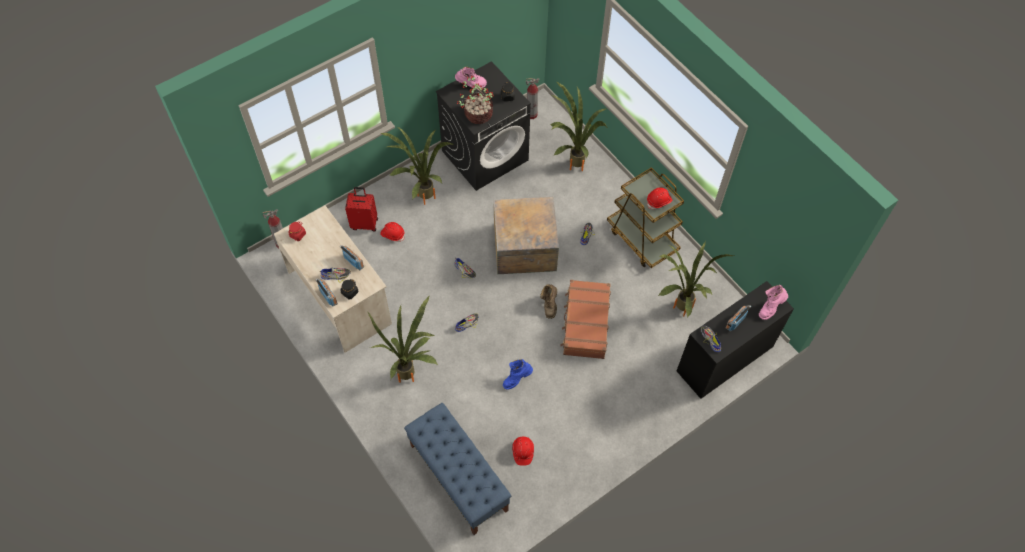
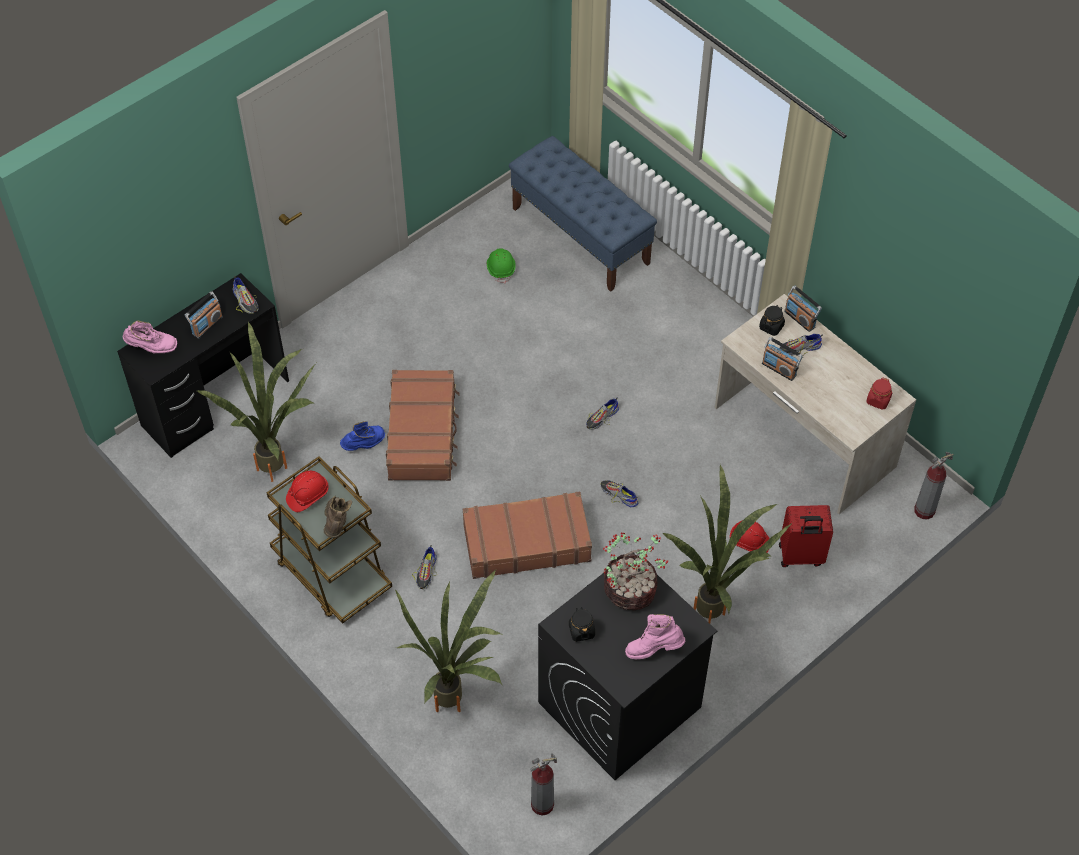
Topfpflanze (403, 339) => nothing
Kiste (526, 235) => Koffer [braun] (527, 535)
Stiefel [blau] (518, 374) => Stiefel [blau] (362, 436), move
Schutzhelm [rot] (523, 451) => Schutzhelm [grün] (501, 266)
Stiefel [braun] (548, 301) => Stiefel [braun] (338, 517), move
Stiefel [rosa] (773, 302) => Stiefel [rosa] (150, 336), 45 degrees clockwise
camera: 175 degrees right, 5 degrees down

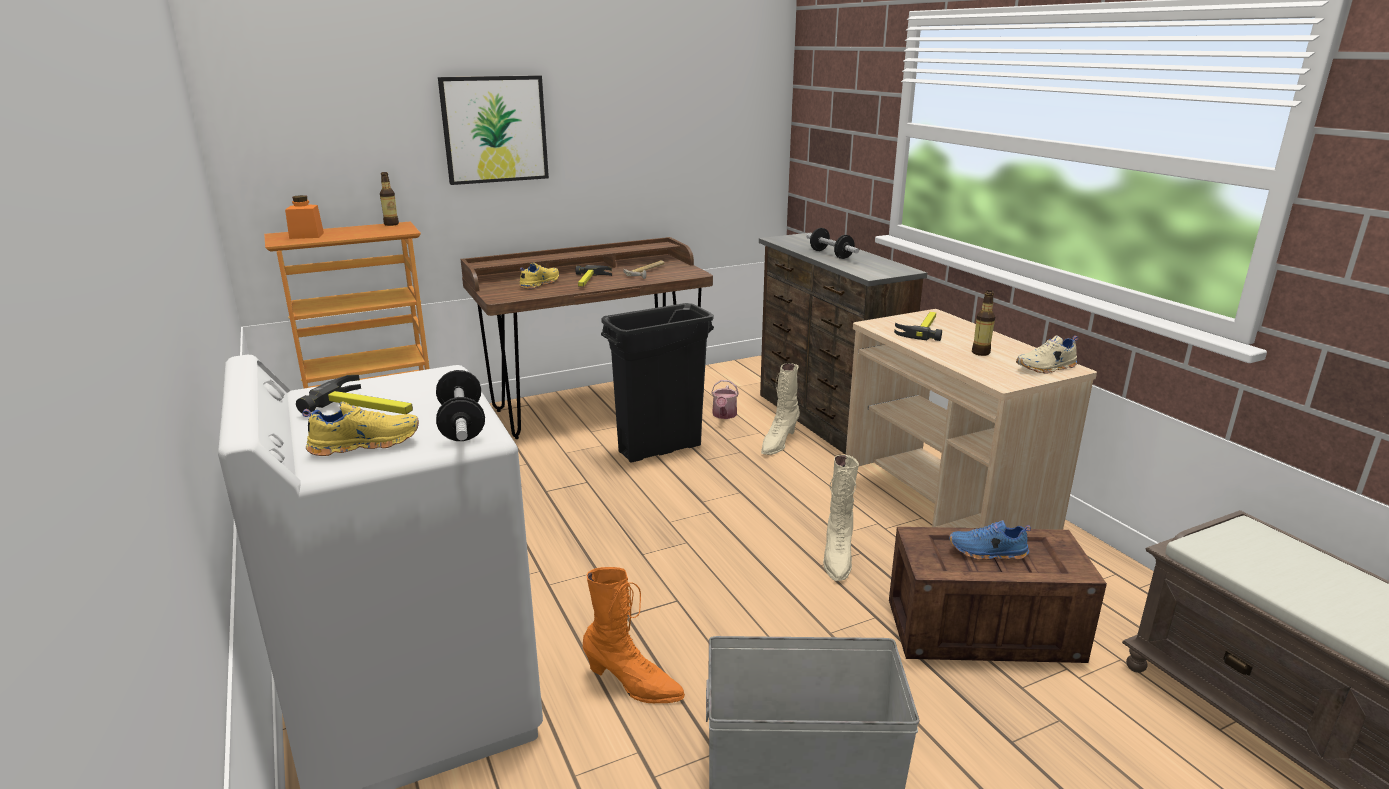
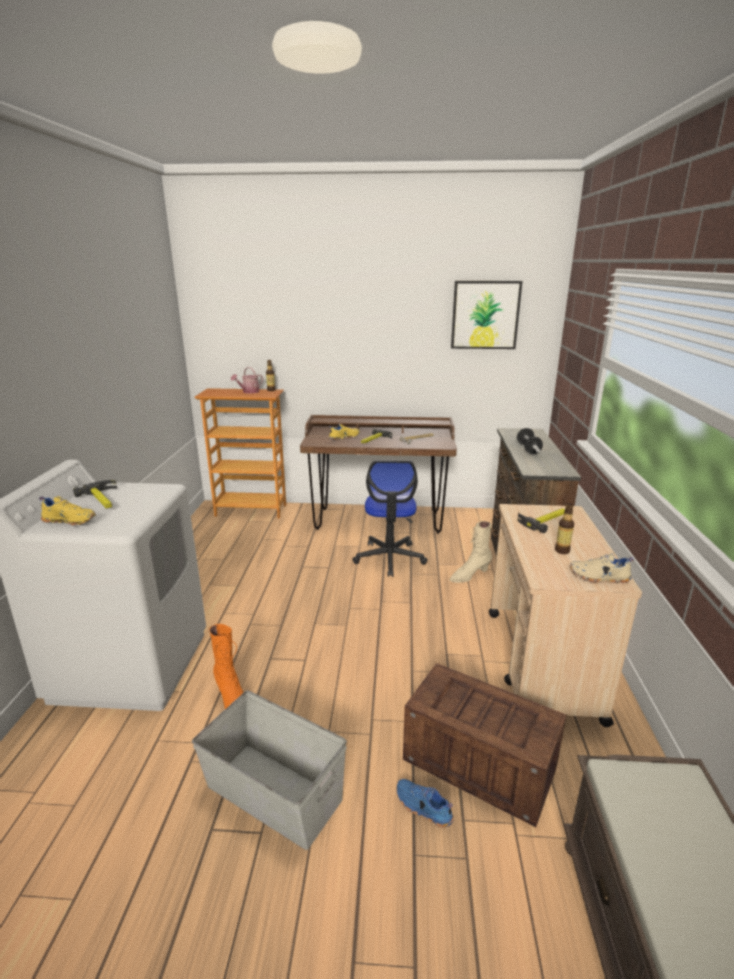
Vorratsglas [orange] (304, 217) => nothing
Hantel (460, 405) => nothing
Bild (493, 130) => Bild (487, 315), move
Mülleimer [schwarz] (657, 383) => Bürostuhl (390, 519)
Gießkanne (725, 399) => Gießkanne (247, 380), move
Stiefel [beige] (841, 518) => nothing
Schuh [blau] (990, 540) => Schuh [blau] (425, 803), move
camera: 30 degrees right, 0 degrees up

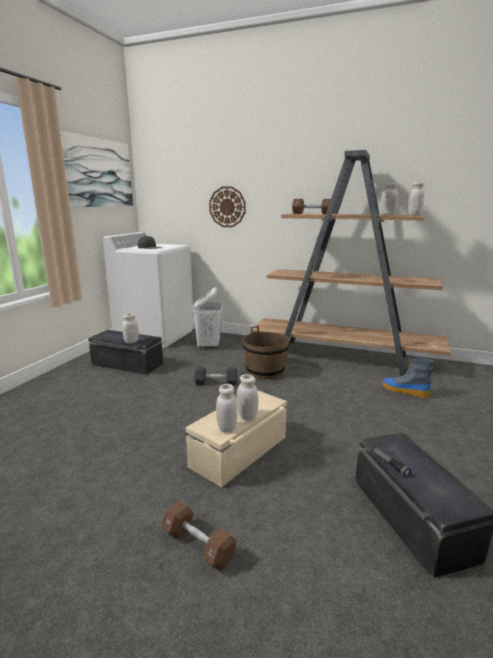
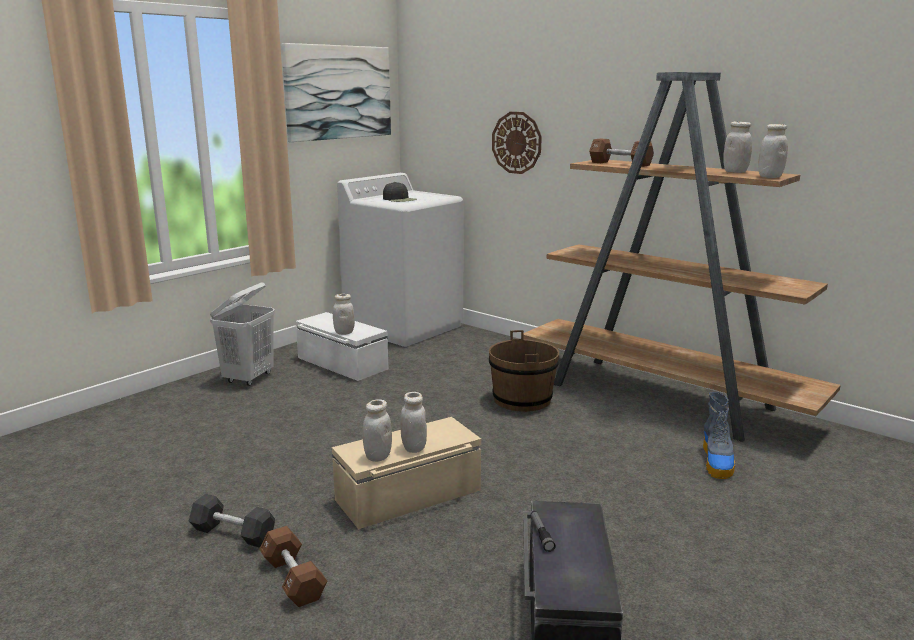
Aufbewahrungsbox [schwarz] (125, 352) => Aufbewahrungsbox [weiß] (342, 346)
Wäschekorb [weiß] (208, 318) => Wäschekorb [weiß] (242, 334), move
Hantel [schwarz] (215, 376) => Hantel [schwarz] (232, 521), move
Stiefel (408, 377) => Stiefel (719, 435), 135 degrees counterclockwise
camera: 20 degrees right, 0 degrees up

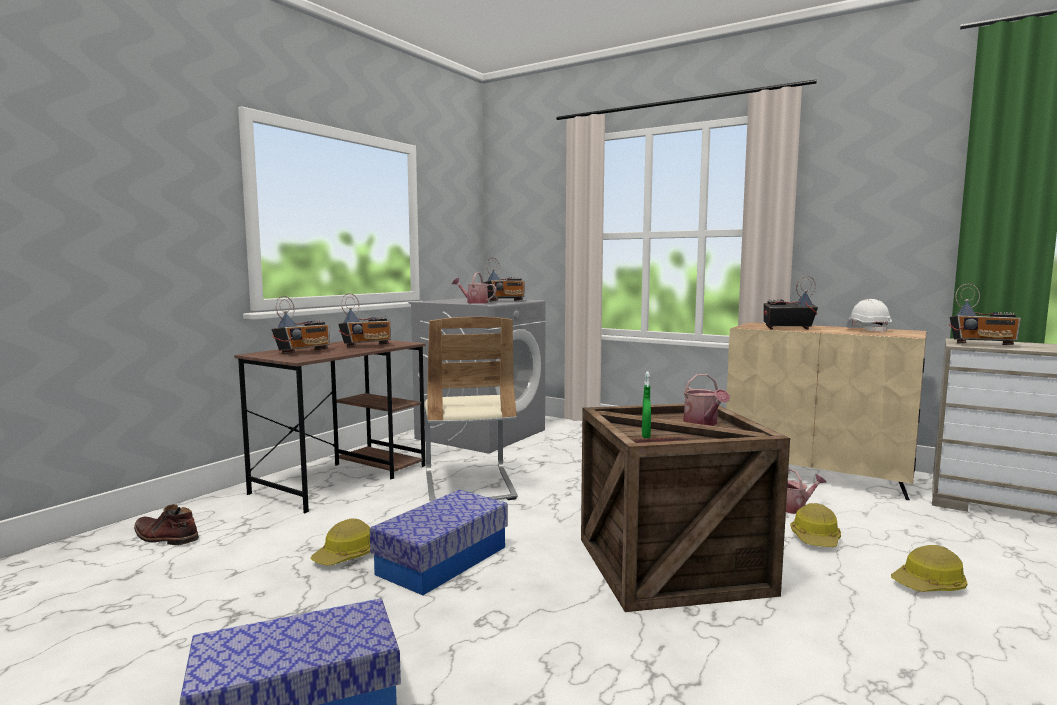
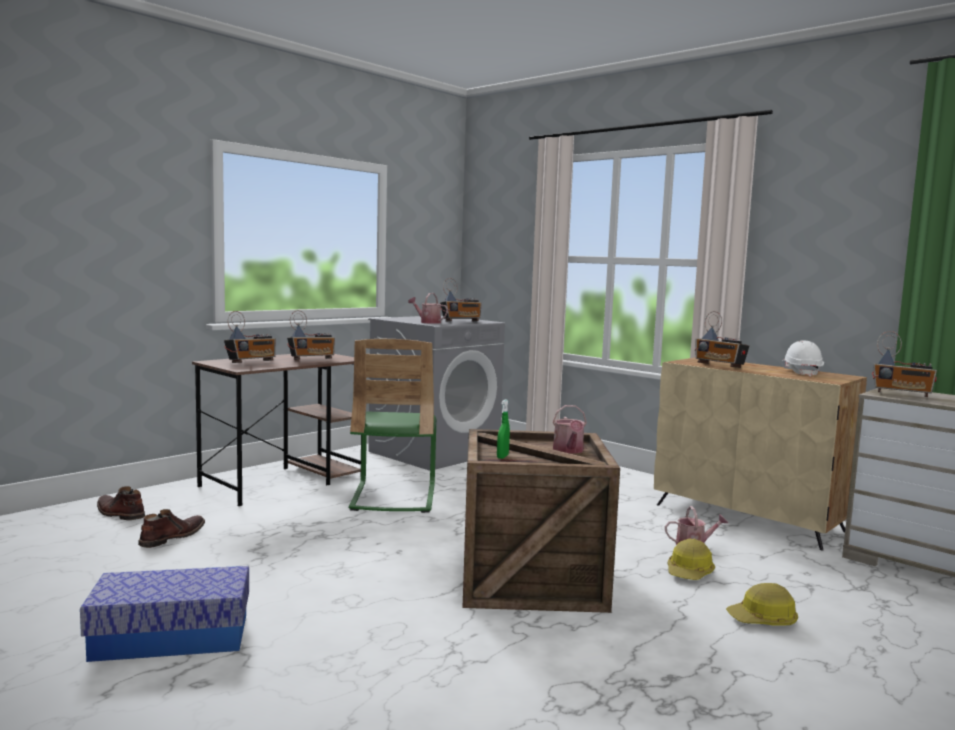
Schutzhelm (340, 542) => nothing
Aufbewahrungsbox (439, 542) => nothing
Stuhl [beige] (471, 409) => Stuhl [grün] (393, 426)
Radio (791, 303) => Radio (722, 339), 150 degrees counterclockwise
nothing => Stiefel [braun] (171, 528)
camera: 10 degrees right, 0 degrees up

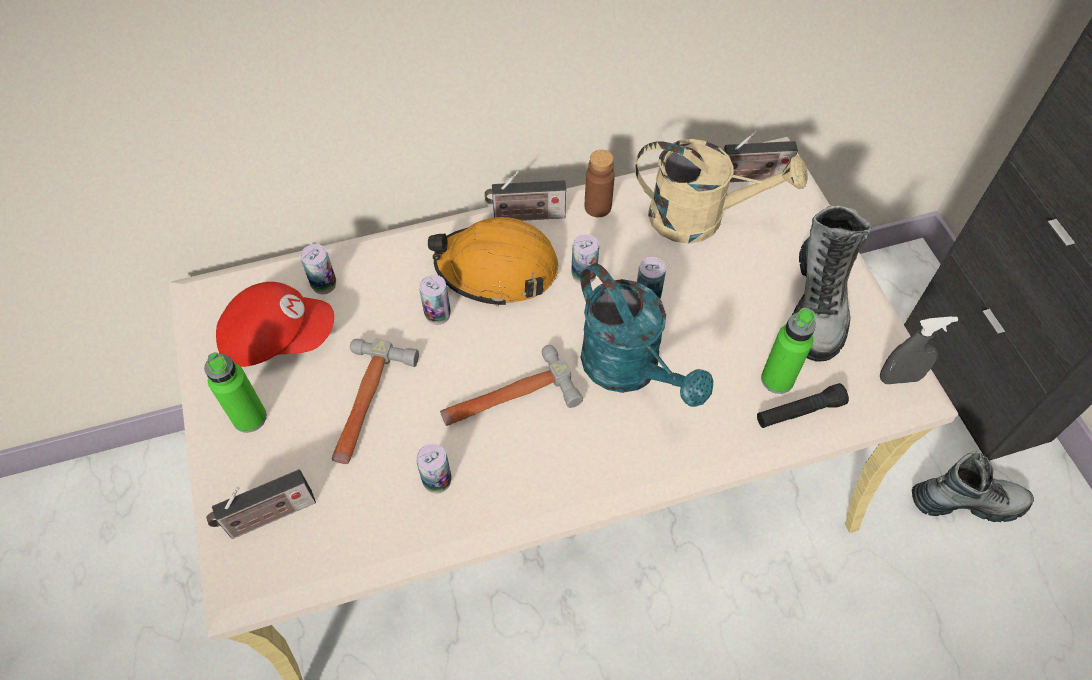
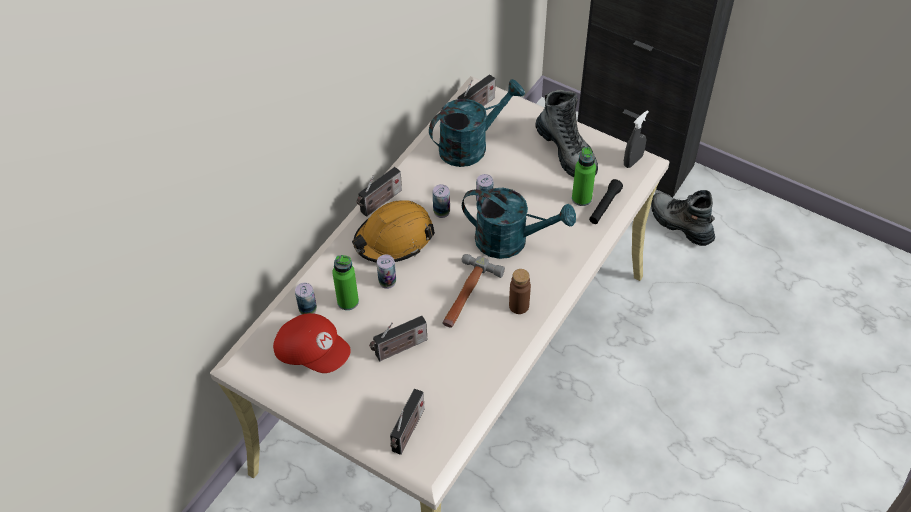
Flasche [grün] (235, 392) => Flasche [grün] (345, 282), move
Kappe [rot] (275, 324) => Kappe [rot] (312, 343), 75 degrees clockwise
Hammer (375, 401) => Radio (398, 338)
Dose (434, 469) => nothing
Flasche [braun] (600, 183) => Flasche [braun] (520, 291), move
Gießkanne [beige] (721, 191) => Gießkanne [türkis] (477, 123)
Stiefel (973, 486) => Stiefel (683, 218), 90 degrees counterclockwise
camera: 40 degrees left, 5 degrees down

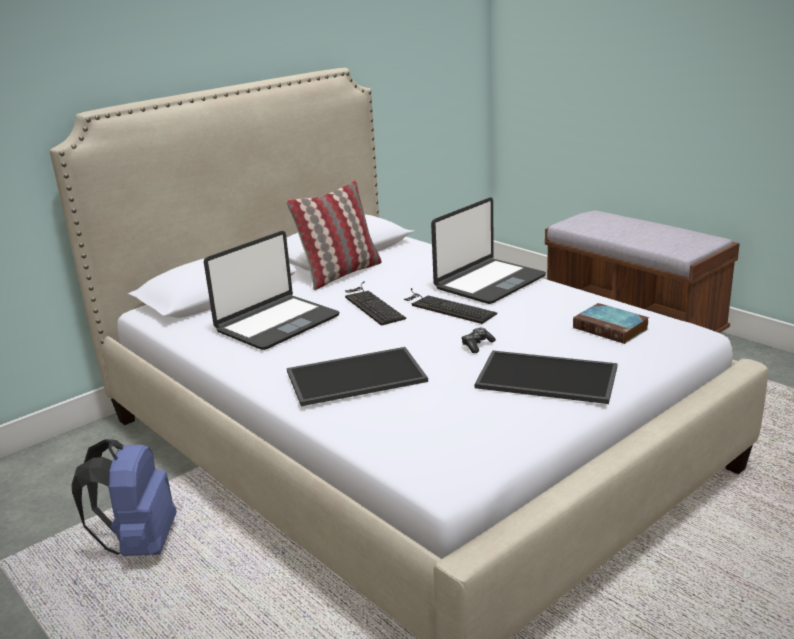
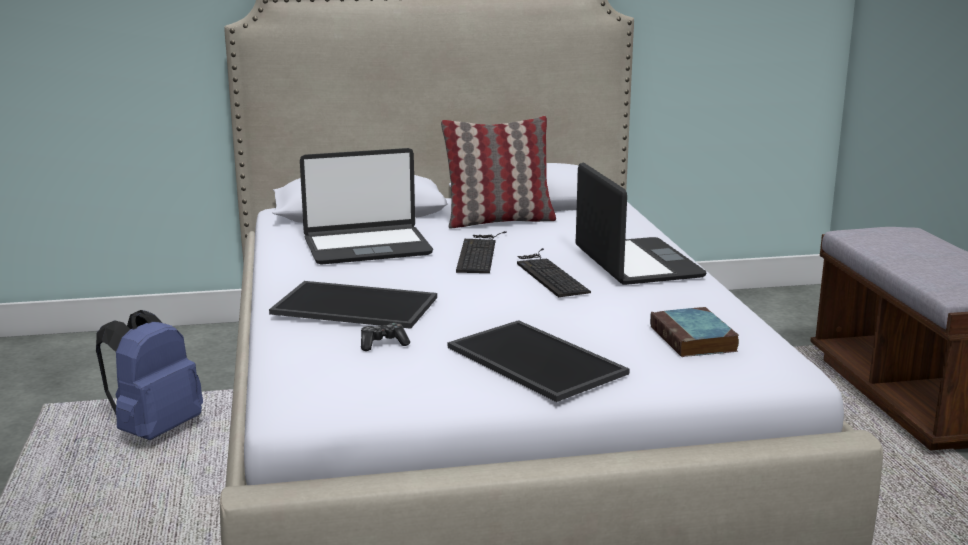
Laptop (488, 250) => Laptop (640, 223), 90 degrees counterclockwise
Gamepad (478, 340) => Gamepad (385, 337), move
camera: 30 degrees right, 5 degrees down

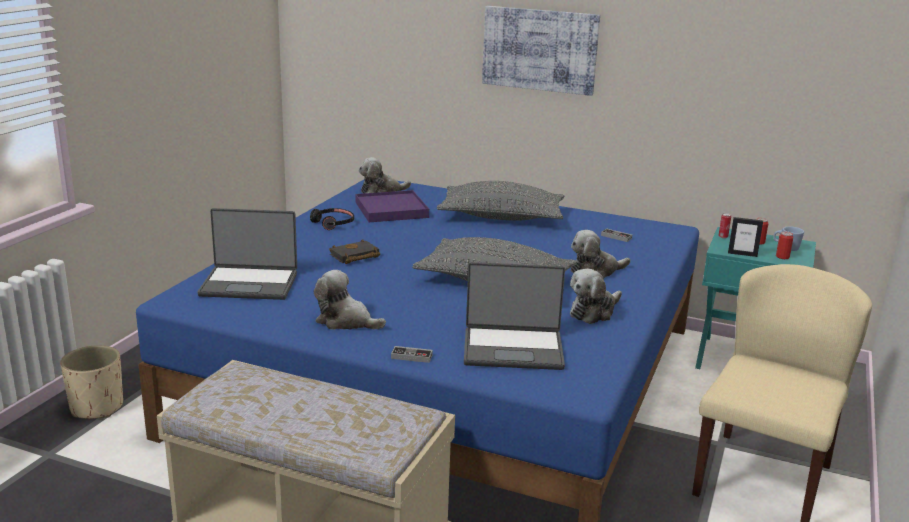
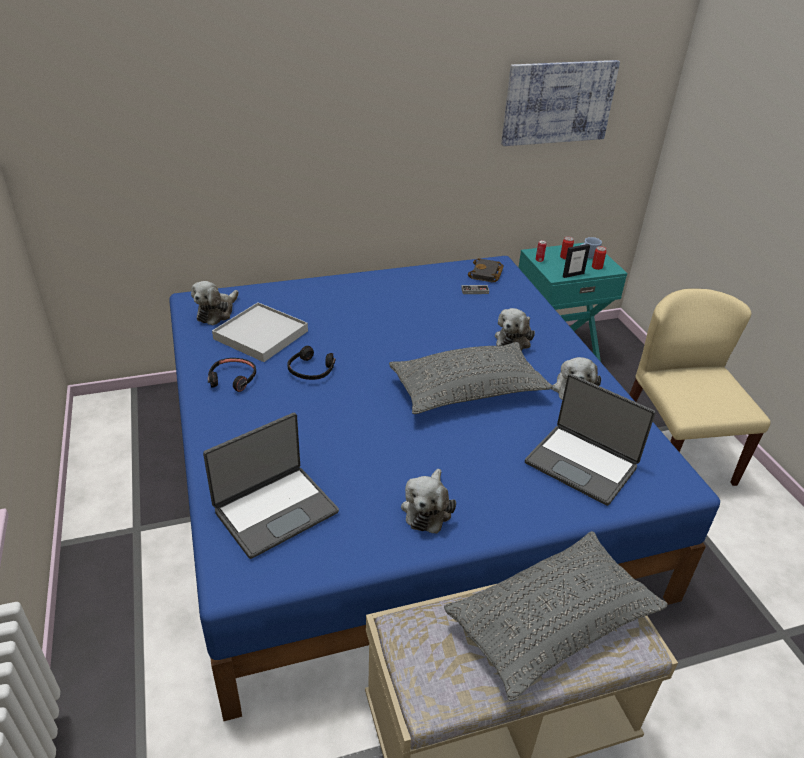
Pflanzkübel [beige] (91, 382) => nothing
Plüschtier (350, 300) => Plüschtier (428, 501), 60 degrees counterclockwise
Buch [schwarz] (354, 251) => Buch [schwarz] (486, 270), move
Tablett [lila] (392, 206) => Tablett [weiß] (260, 332)
Gamepad (412, 354) => nothing
Kissen [grau] (500, 201) => Kissen [grau] (556, 616), move
Laptop (514, 316) => Laptop (590, 440), 75 degrees clockwise
Bild (541, 51) => Bild (560, 103), move
nothing => Kopfhörer [schwarz] (311, 363)
camera: 40 degrees left, 15 degrees up

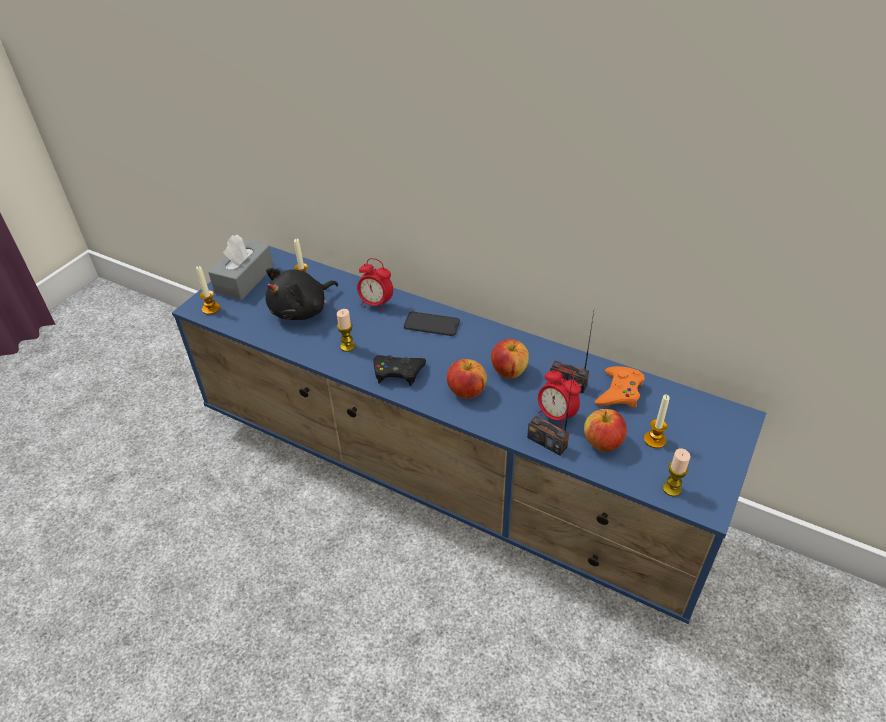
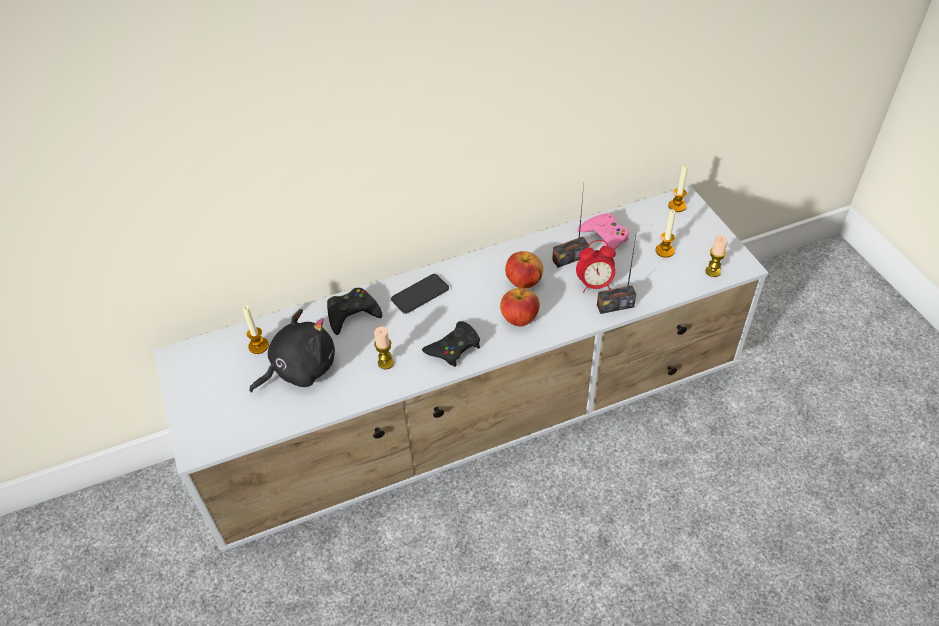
Fernsehschrank [blau] (469, 435) => Fernsehschrank [weiß] (461, 368)
Kerze (208, 290) => Kerze (678, 188), move
Taschentuchbox [grau] (241, 267) => nothing
Plüschtier [schwarz] (301, 294) => Plüschtier [schwarz] (292, 351), 120 degrees counterclockwise
Wecker (375, 284) => Gamepad [schwarz] (354, 311)
Apfel (605, 430) => nothing
Gamepad [orange] (619, 387) => Gamepad [rosa] (603, 231)
camera: 50 degrees left, 5 degrees up

